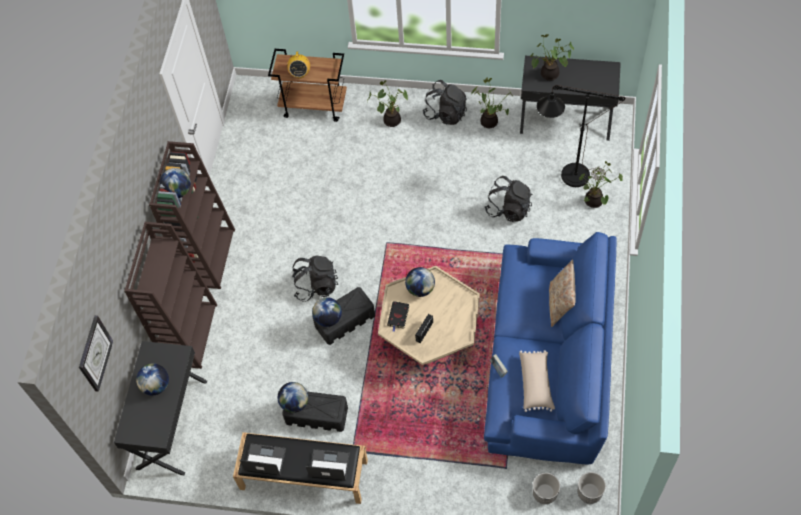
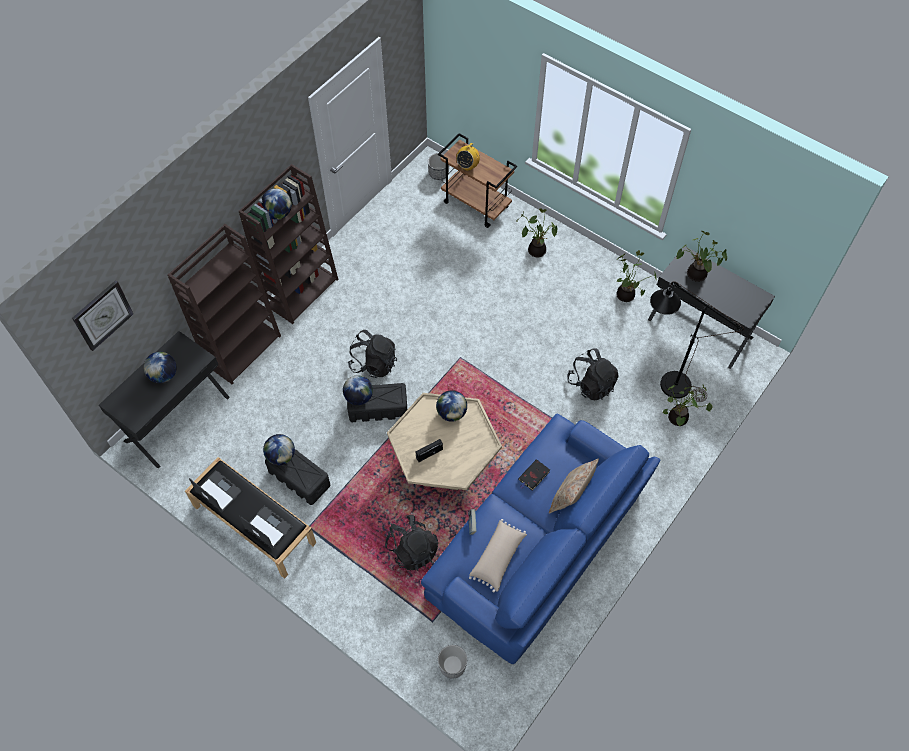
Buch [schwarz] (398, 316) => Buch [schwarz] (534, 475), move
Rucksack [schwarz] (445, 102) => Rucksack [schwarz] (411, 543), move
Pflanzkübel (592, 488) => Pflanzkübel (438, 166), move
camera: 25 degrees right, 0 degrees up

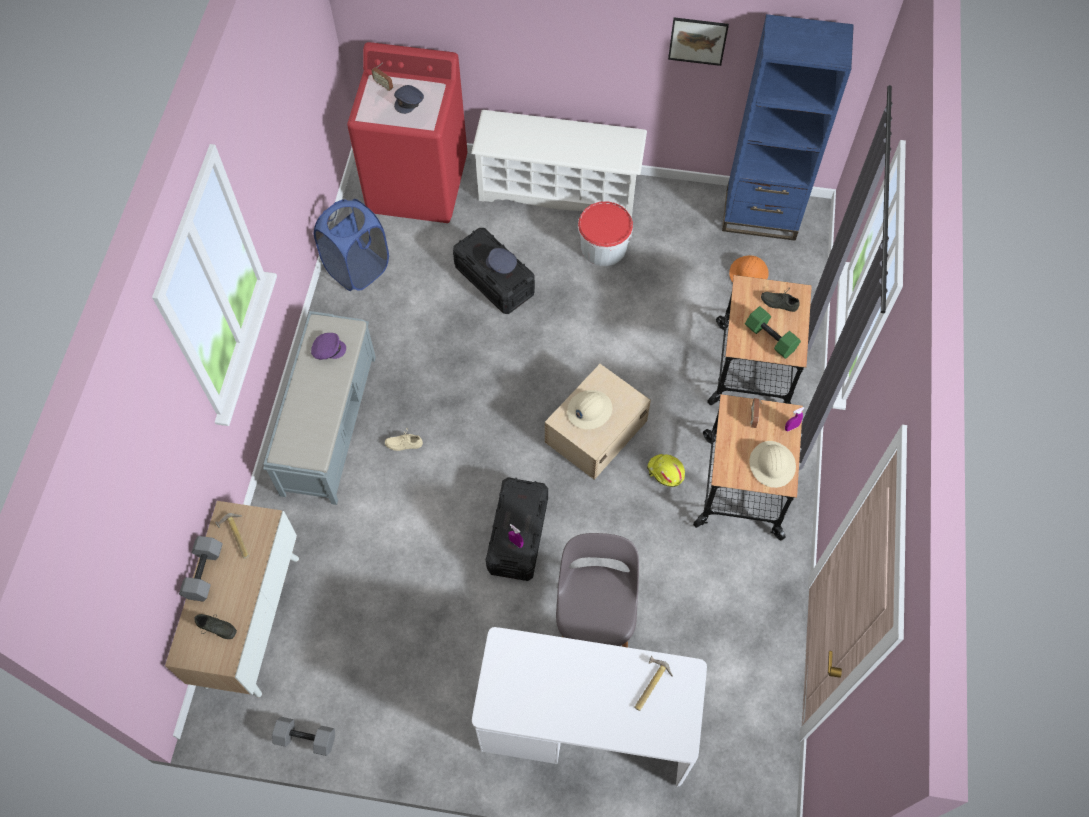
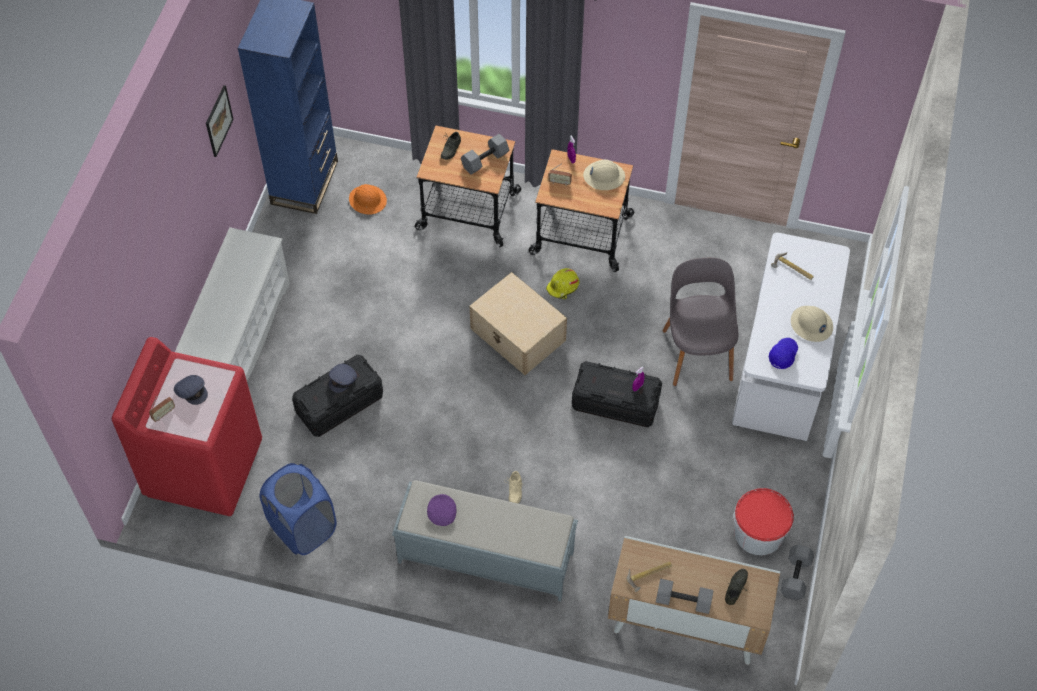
Stuhl [grau] (597, 590) => Stuhl [grau] (700, 322), 75 degrees clockwise
Schutzhelm [beige] (589, 409) => Schutzhelm [beige] (812, 324), move
Eimer (605, 233) => Eimer (764, 521), move
Hantel [grün] (773, 332) => Hantel [grau] (485, 154)
nothing => Kappe [blau] (783, 353)
camera: 85 degrees left, 5 degrees down

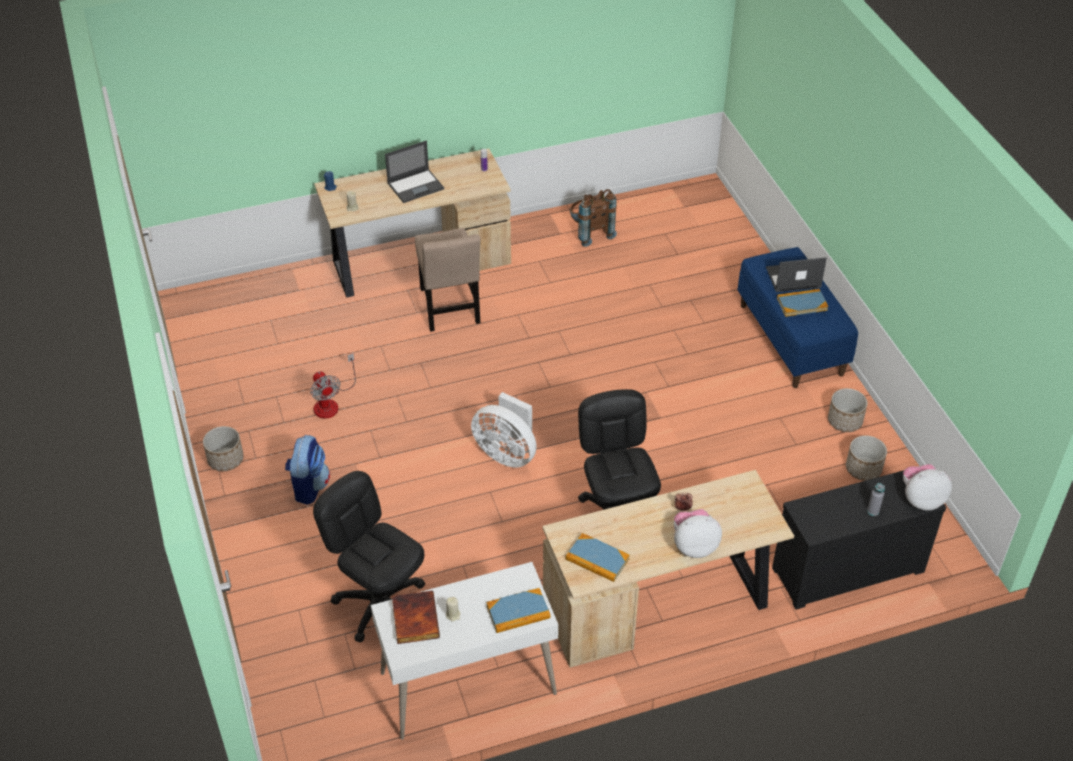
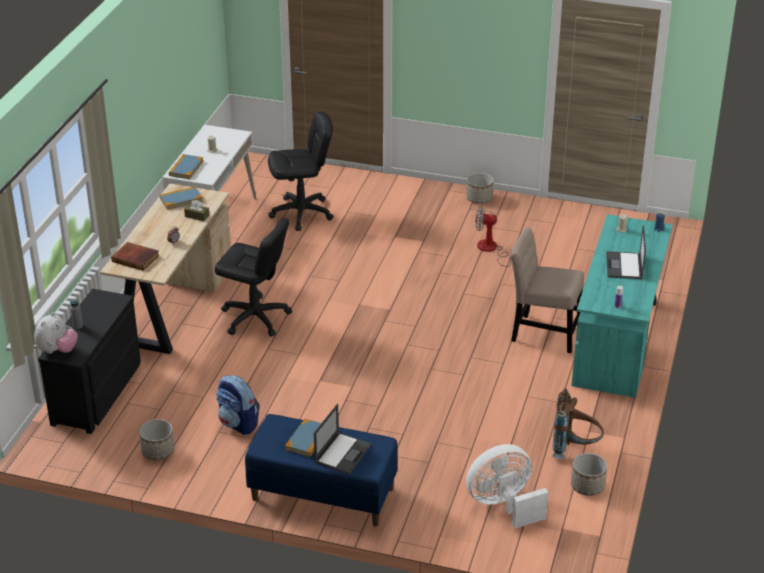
Rucksack (307, 470) => Rucksack (237, 405), move
Schreibtisch [beige] (412, 223) => Schreibtisch [türkis] (622, 306)
Buch (416, 617) => Buch (135, 256), move
Ventilator [weiß] (504, 430) => Ventilator [weiß] (507, 486), move
Plüschtier (698, 533) => nothing
Pflanzkübel (847, 410) => Pflanzkübel (589, 474), move
nothing => Taschentuchbox [braun] (196, 210)
camera: 125 degrees right, 10 degrees down

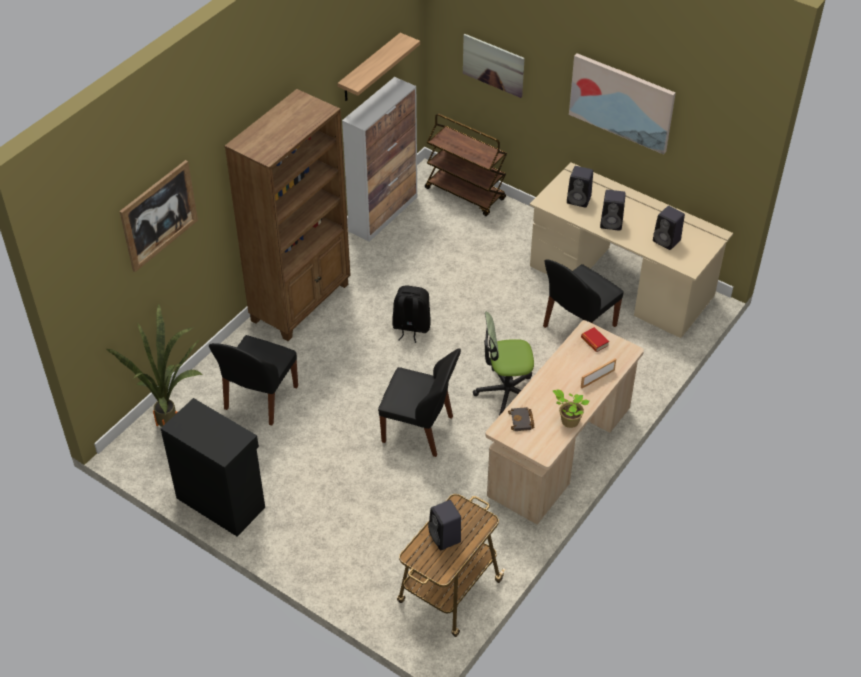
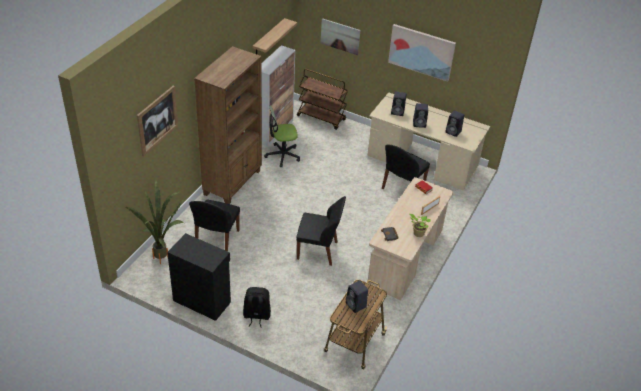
Rucksack [schwarz] (411, 314) => Rucksack [schwarz] (257, 307), move
Bürostuhl (503, 364) => Bürostuhl (282, 136), move
camera: 10 degrees left, 5 degrees down

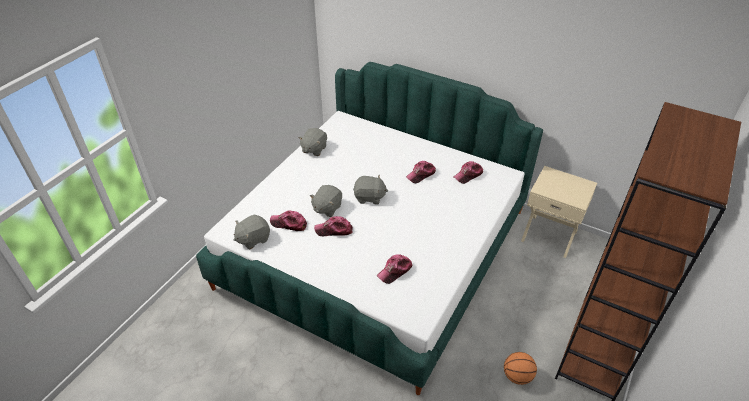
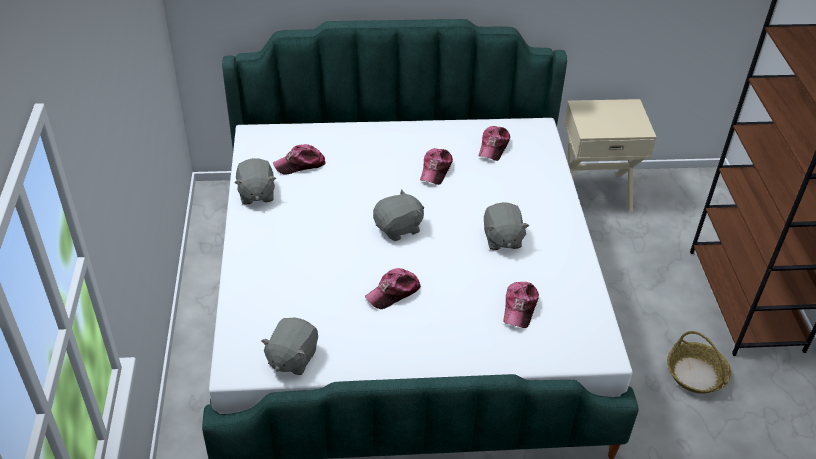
Kappe (288, 221) => Kappe (299, 159), move
Plüschtier [grau] (326, 201) => Plüschtier [grau] (506, 226), move
Basketball (520, 368) => Korb (699, 362)
camera: 35 degrees left, 0 degrees up

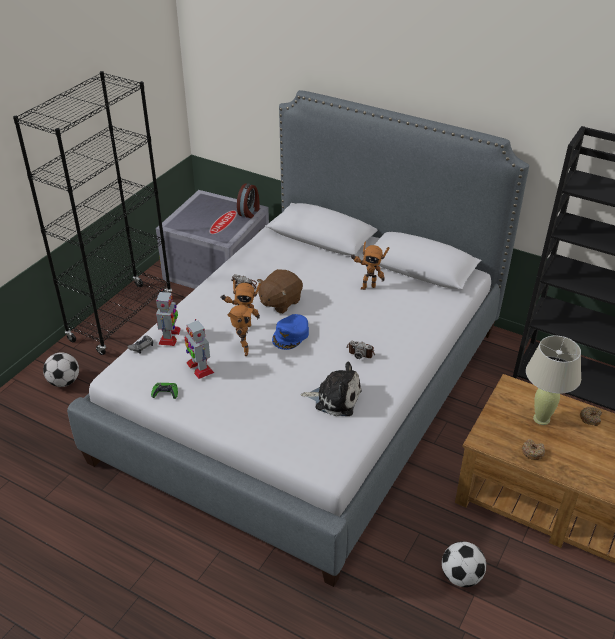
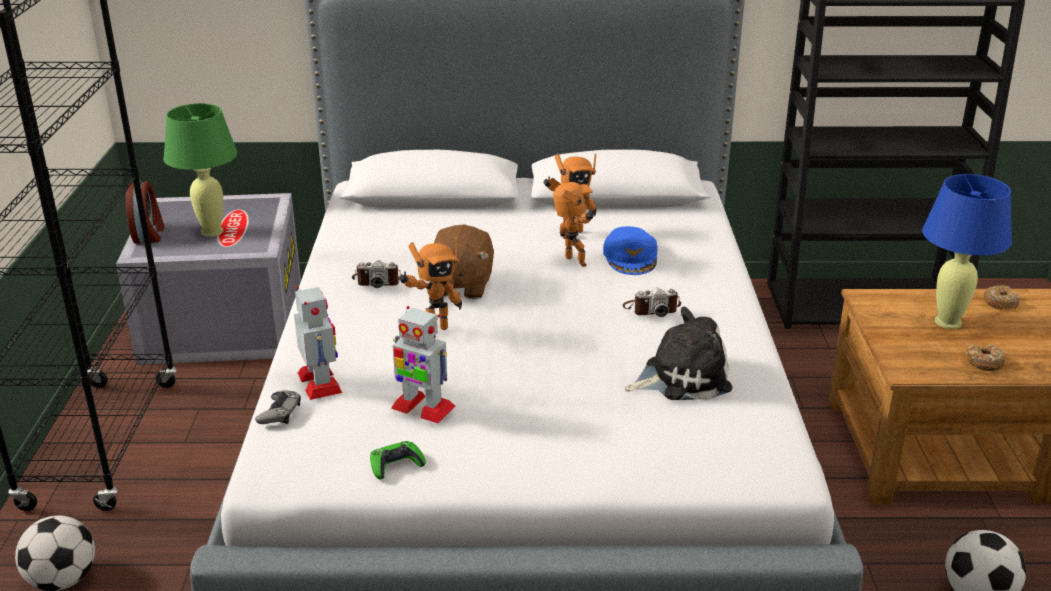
Spielzeugroboter (240, 327) => Spielzeugroboter (571, 222), move
Wecker (248, 200) => Wecker (145, 212), move
Kappe [blau] (290, 332) => Kappe [blau] (630, 250), move
Tischlampe [beige] (553, 380) => Tischlampe [blau] (967, 251)
nothing => Tischlampe [grün] (200, 170)
camera: 30 degrees left, 10 degrees down

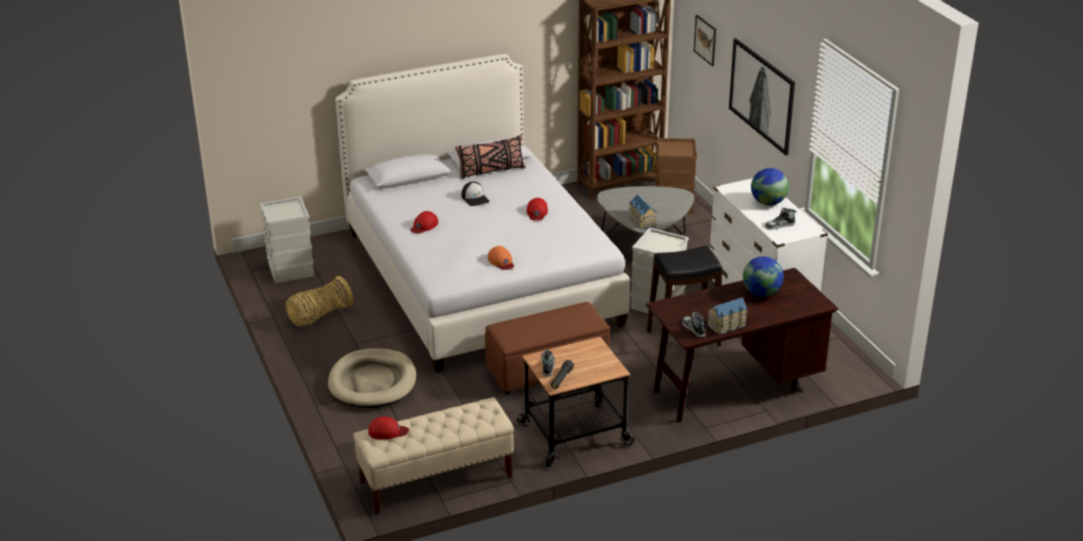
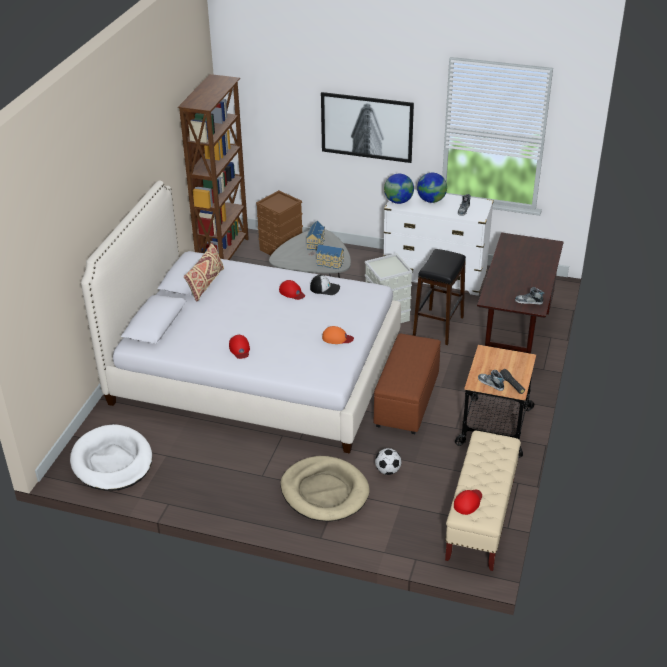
Aufbewahrungsbox [grau] (287, 240) => Hundebett [weiß] (111, 457)
Korb (319, 301) => nothing
Kissen [schwarz] (490, 157) => Kissen [beige] (204, 271)
Kappe (475, 194) => Kappe (325, 285), move
Bild (705, 40) => nothing
Spielzeughaus (727, 316) => Spielzeughaus (315, 235), move
Globus (763, 276) => Globus (399, 189), move
nothing => Fußball (388, 461)
camera: 50 degrees left, 5 degrees up

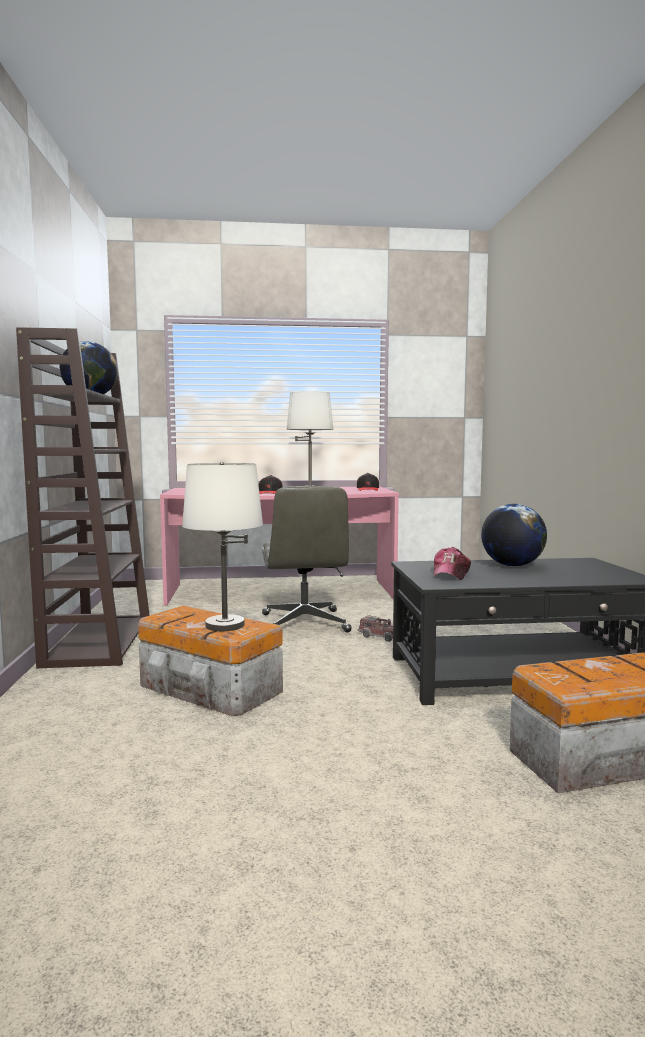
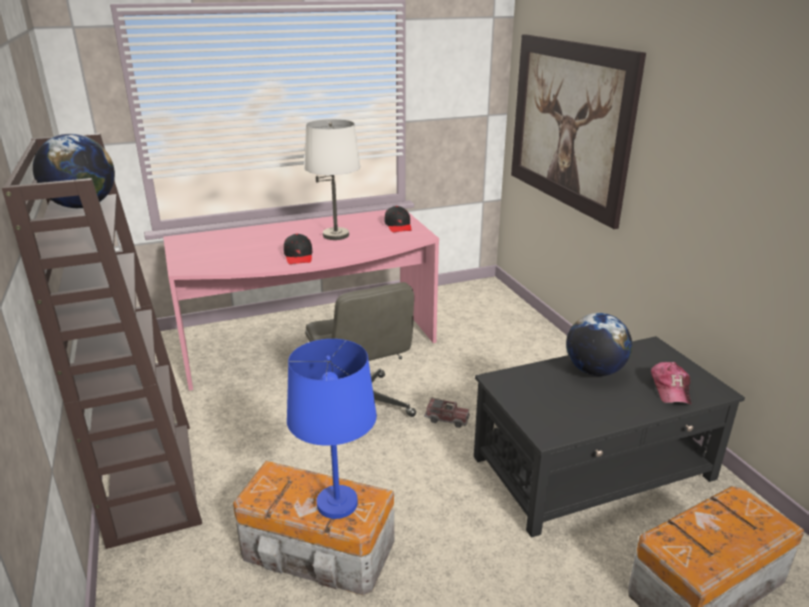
Tischlampe [weiß] (222, 546) => Tischlampe [blau] (332, 429)
Kappe (452, 563) => Kappe (671, 383), move
nothing => Bild (578, 131)
camera: 15 degrees left, 20 degrees up

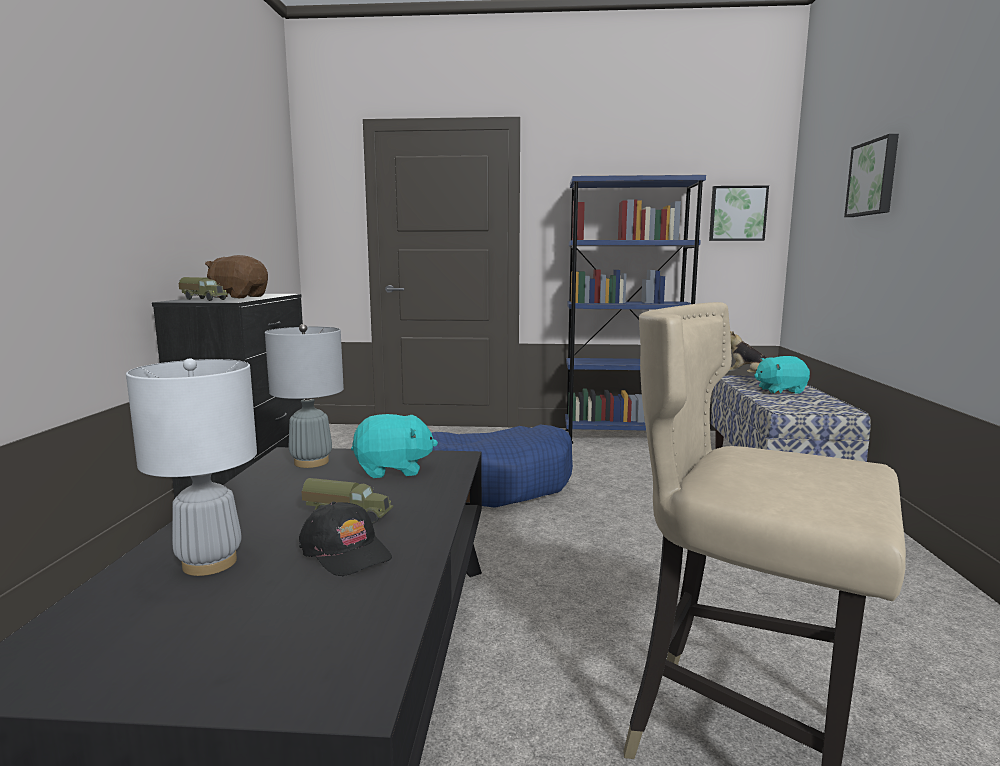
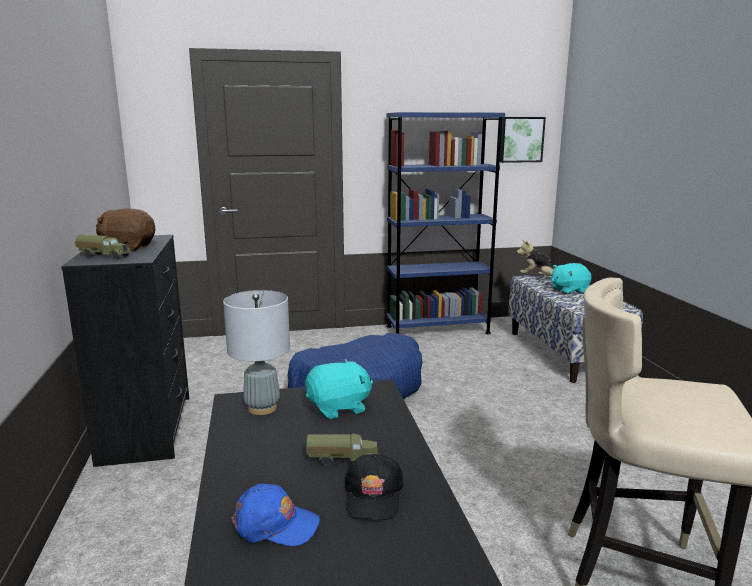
Tischlampe [weiß] (191, 467) => Kappe [blau] (275, 515)
Kappe [schwarz] (345, 539) => Kappe [schwarz] (374, 487), 60 degrees clockwise
Bild (871, 175) => nothing
camera: 15 degrees left, 5 degrees up

